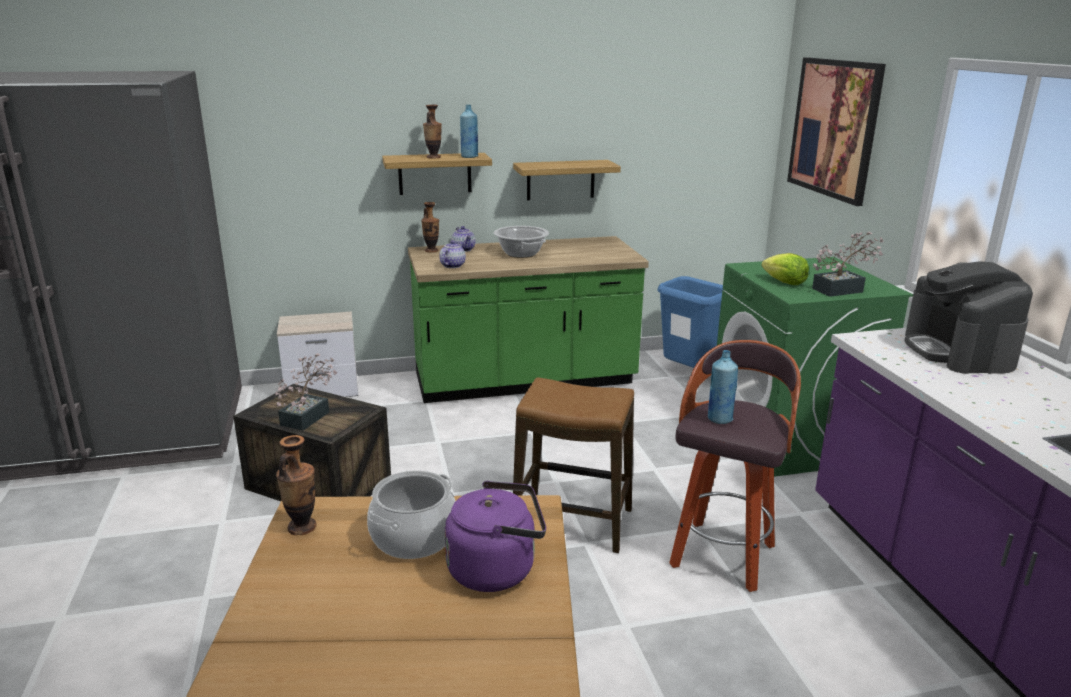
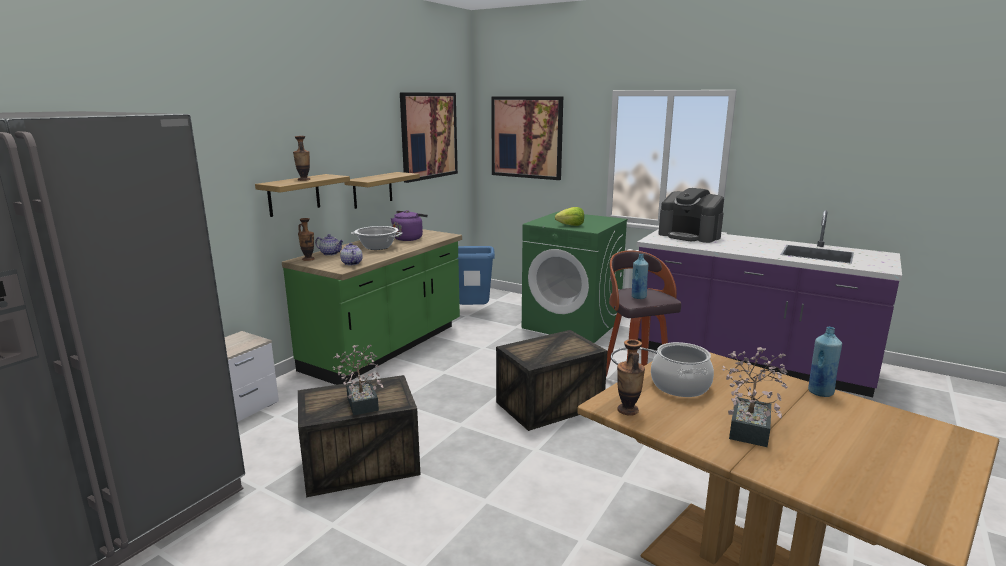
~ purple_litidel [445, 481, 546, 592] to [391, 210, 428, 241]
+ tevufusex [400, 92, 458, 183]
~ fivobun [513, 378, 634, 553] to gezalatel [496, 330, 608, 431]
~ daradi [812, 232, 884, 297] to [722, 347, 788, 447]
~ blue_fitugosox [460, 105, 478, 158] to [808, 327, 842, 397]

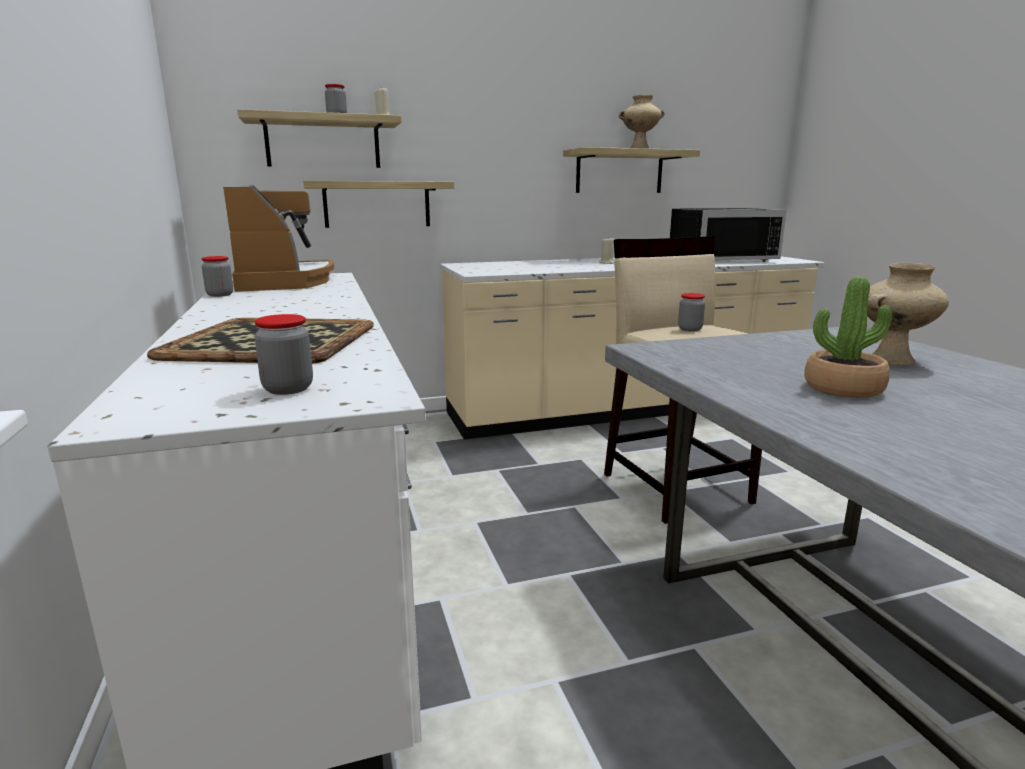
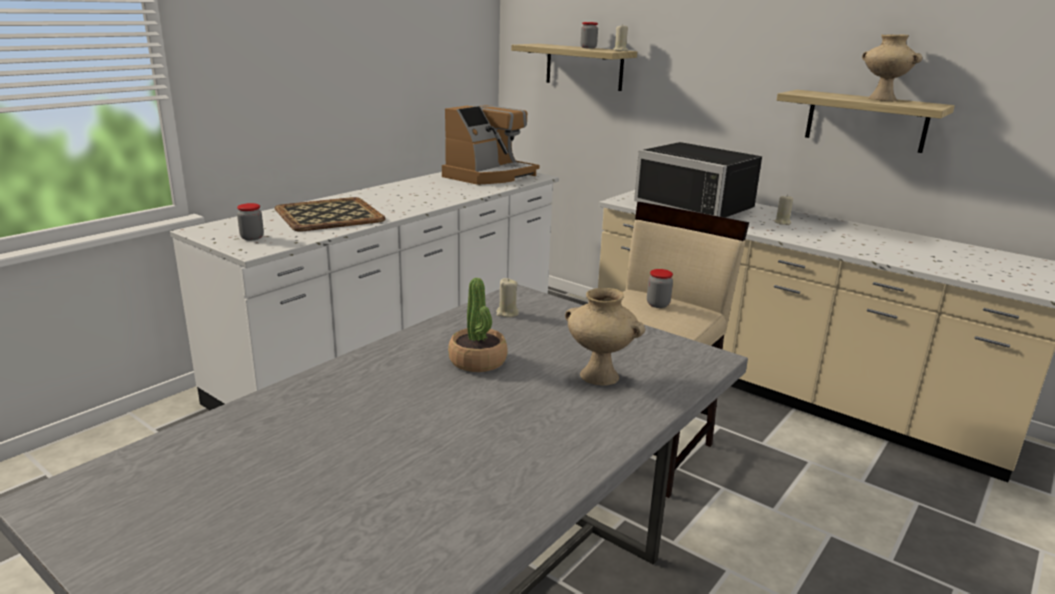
+ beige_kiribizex [496, 278, 519, 318]
~ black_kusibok [670, 208, 787, 262] to [634, 142, 762, 218]
- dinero [201, 256, 233, 297]
- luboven [303, 181, 454, 228]

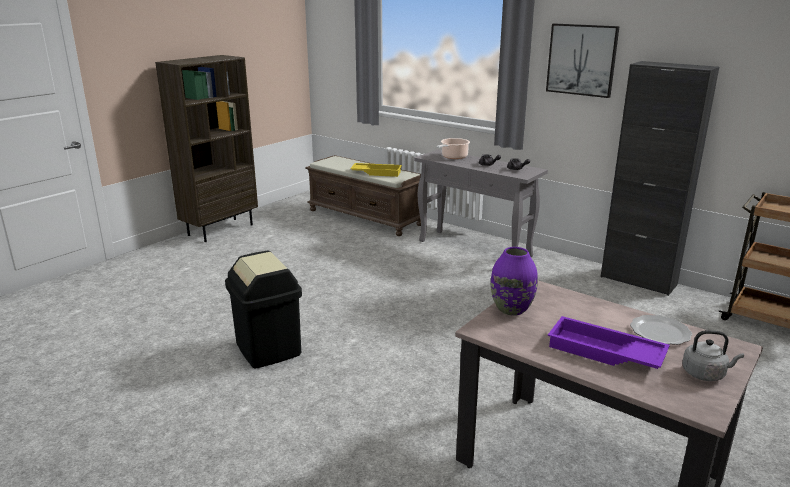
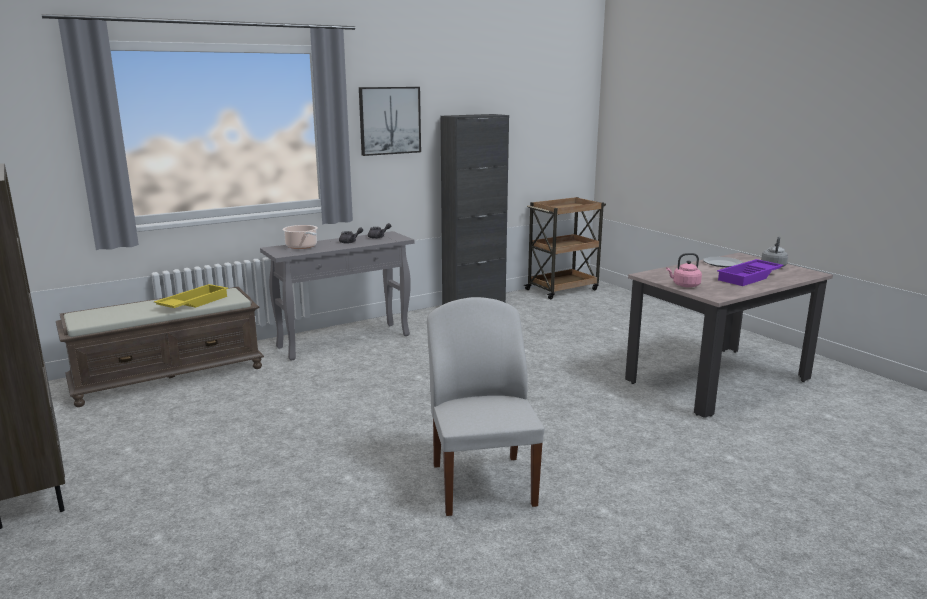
~ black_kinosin [225, 250, 302, 368] to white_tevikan [427, 297, 544, 516]
~ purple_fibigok [491, 247, 538, 316] to pink_litidel [666, 253, 702, 287]

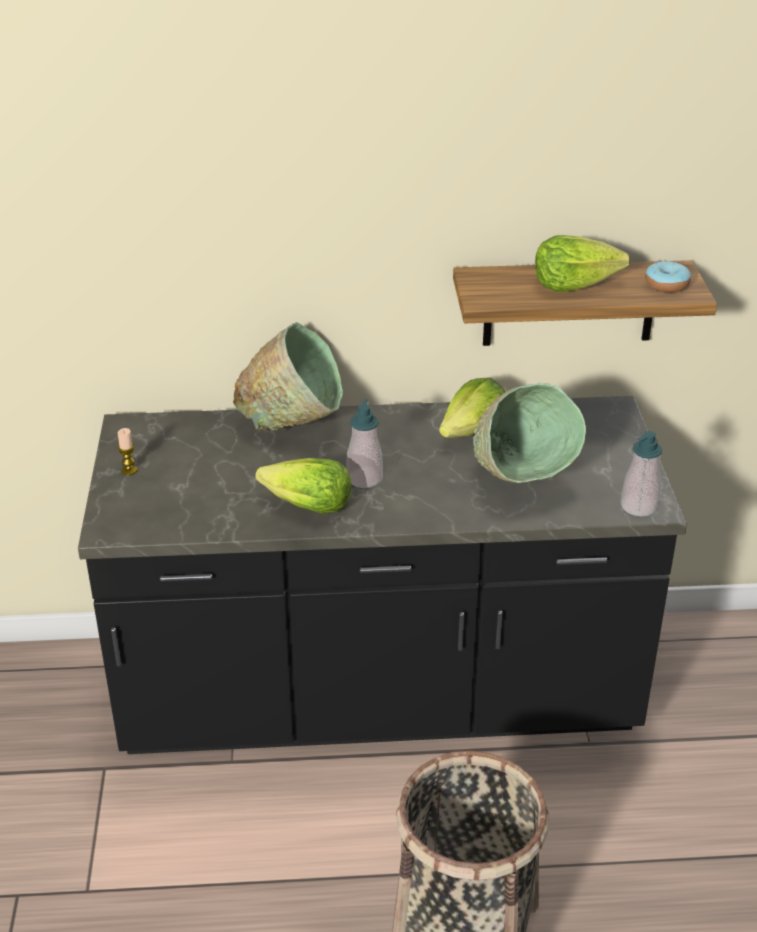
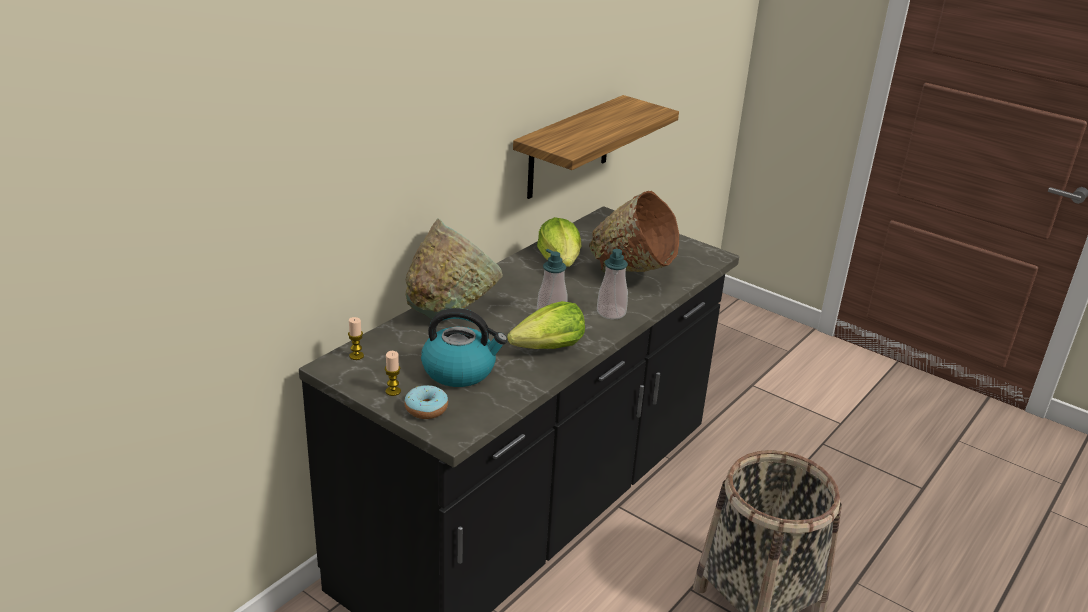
+ kiribizex [348, 317, 364, 360]
~ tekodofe [645, 261, 691, 293] to [404, 385, 448, 419]
+ litidel [421, 308, 507, 387]
~ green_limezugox [473, 383, 586, 483] to brown_limezugox [589, 191, 679, 272]
~ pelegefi [620, 431, 662, 517] to [597, 249, 628, 319]
- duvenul [535, 235, 630, 292]

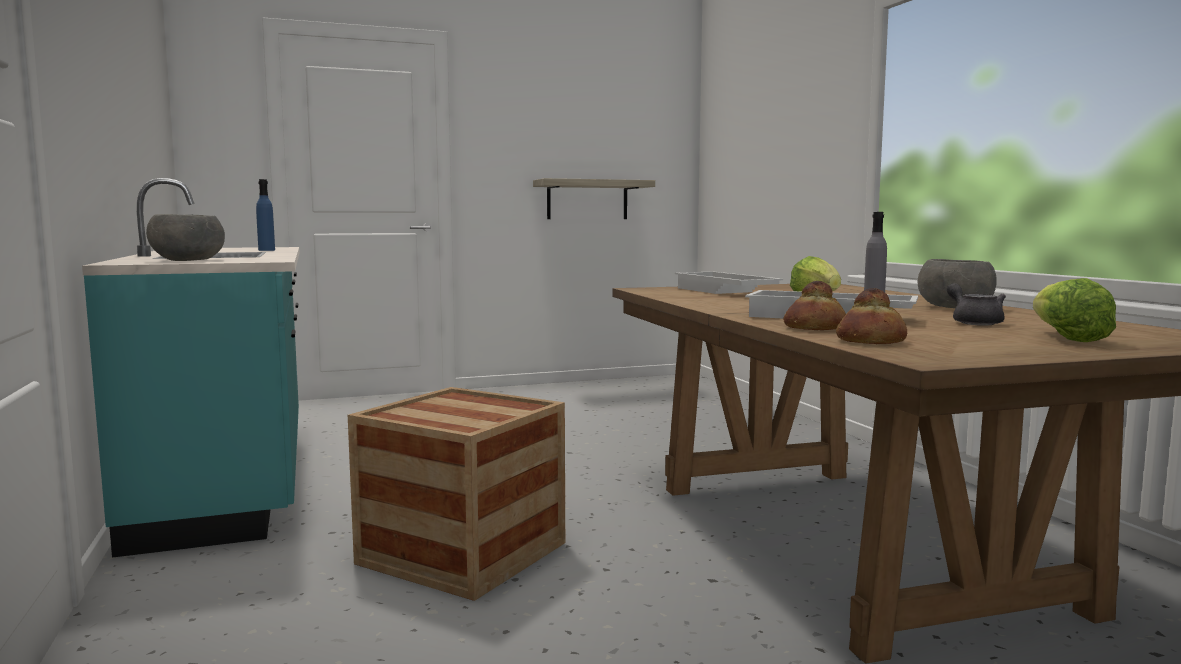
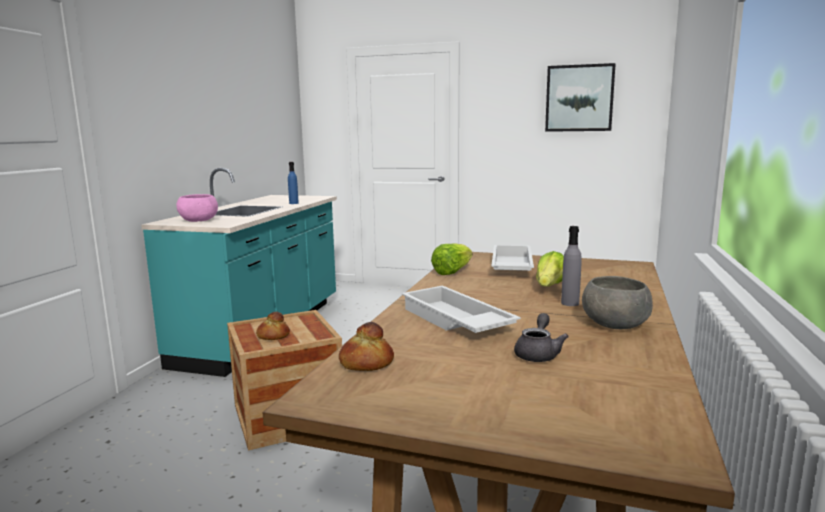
~ grey_limezugox [146, 214, 225, 261] to pink_limezugox [176, 194, 218, 222]
~ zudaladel [783, 281, 846, 330] to [256, 311, 290, 340]
~ duvenul [1033, 278, 1116, 342] to [431, 243, 473, 275]
+ tevufusex [545, 63, 616, 132]
- luboven [533, 178, 655, 219]

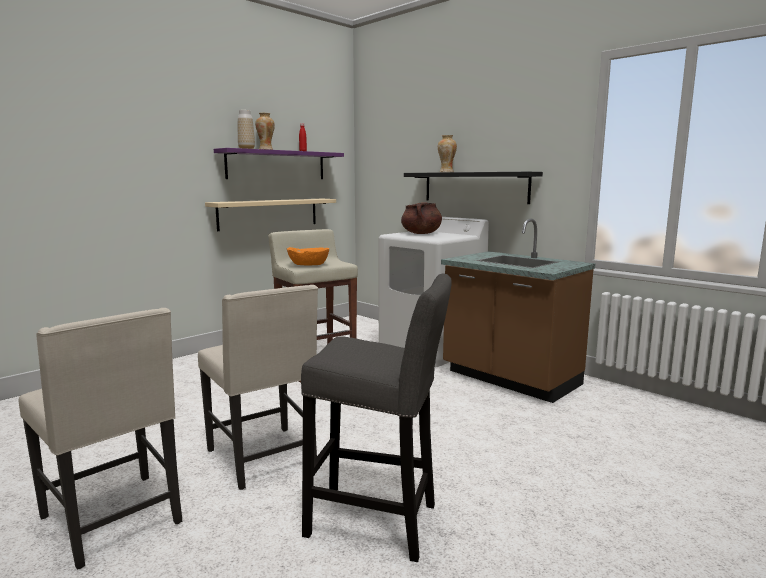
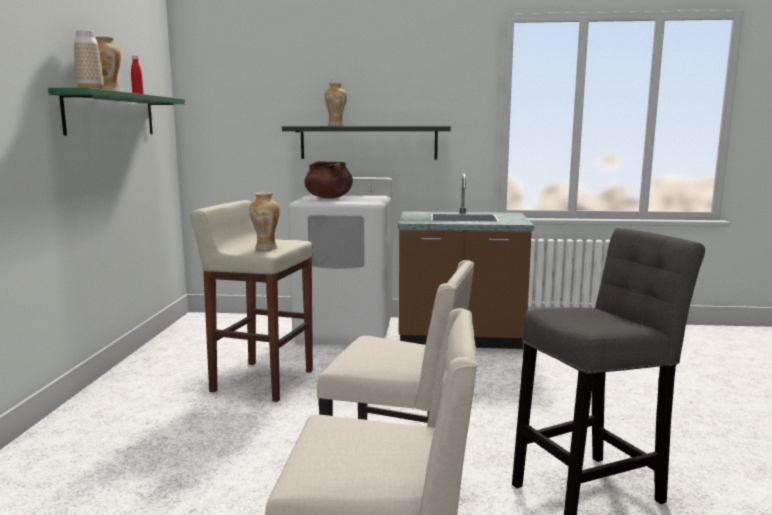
~ purple_luboven [214, 148, 344, 179] to green_luboven [48, 87, 185, 135]
~ orange_limezugox [287, 247, 329, 266] to fibigok [250, 192, 280, 250]
- beige_luboven [205, 199, 336, 231]

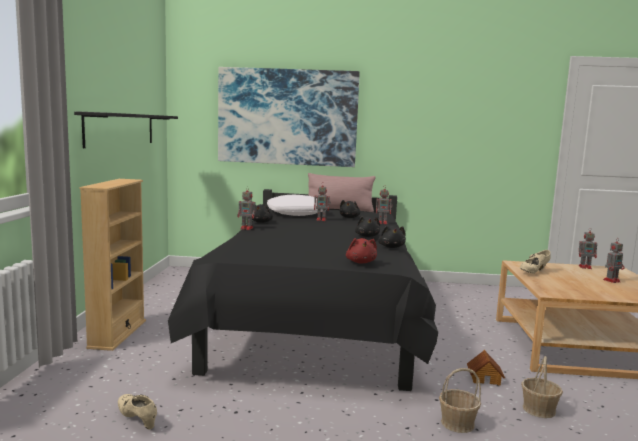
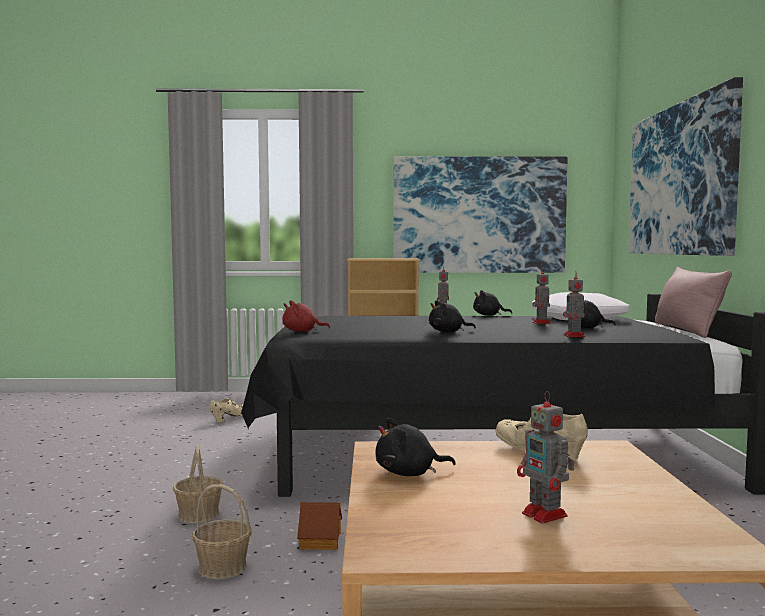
~ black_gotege [378, 226, 406, 248] to [375, 418, 456, 476]
~ black_luboven [74, 111, 178, 148] to tevufusex [393, 156, 567, 273]
- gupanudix [579, 228, 597, 269]

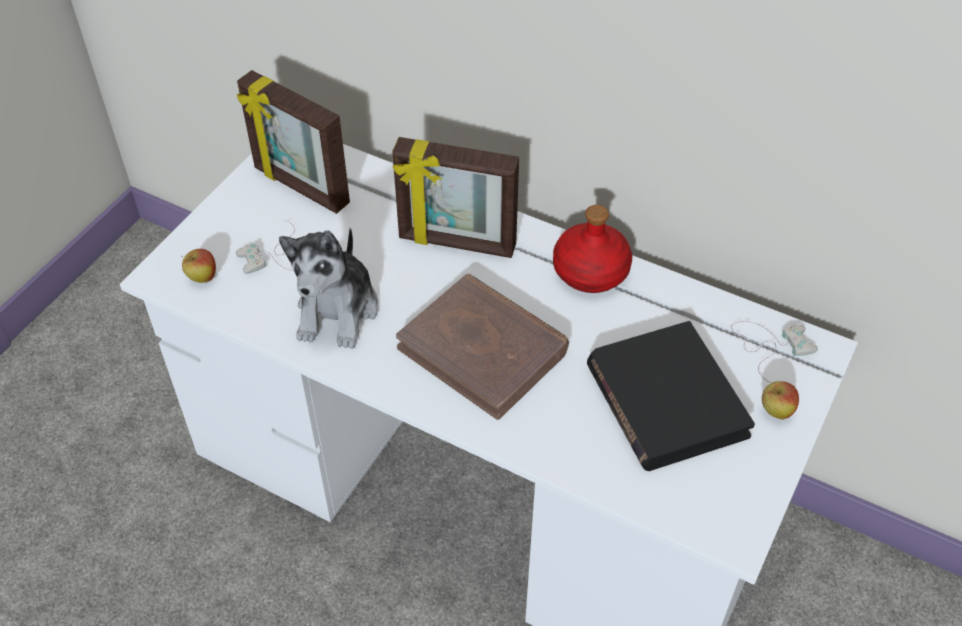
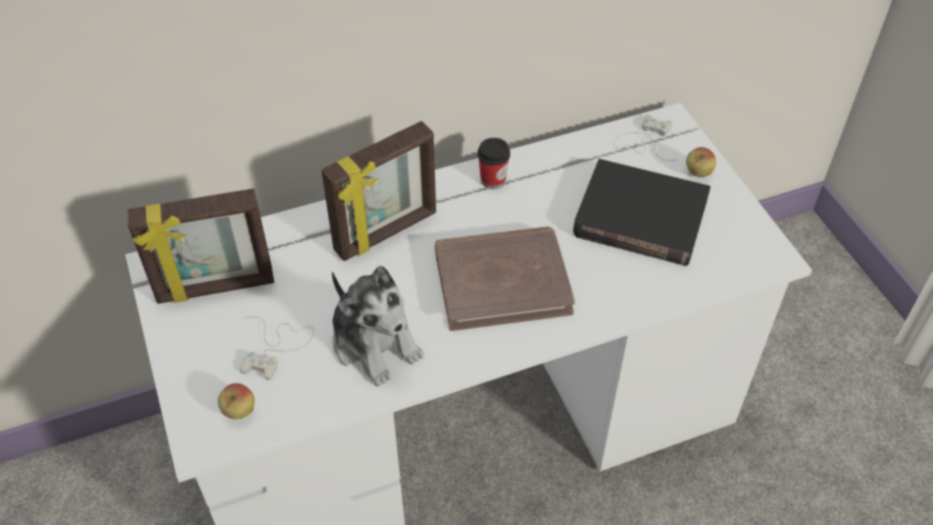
~ red_fitugosox [553, 205, 632, 293] to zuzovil [477, 138, 510, 189]

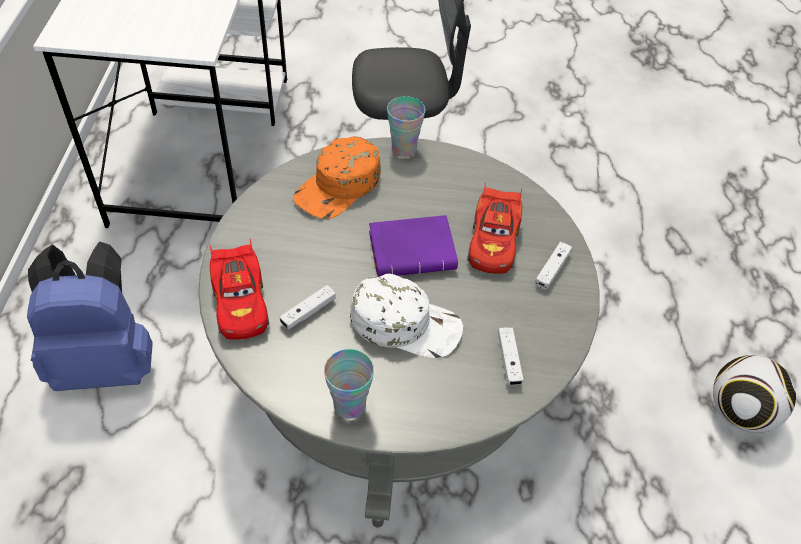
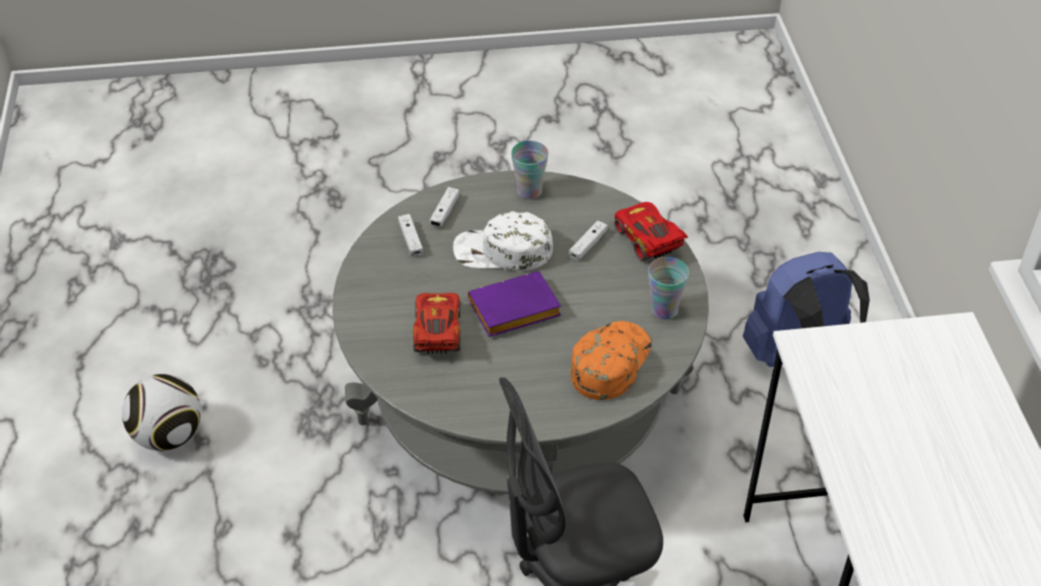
~ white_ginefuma [535, 242, 572, 290] to [430, 187, 459, 227]
~ zuzovil [387, 96, 425, 157] to [648, 257, 689, 320]

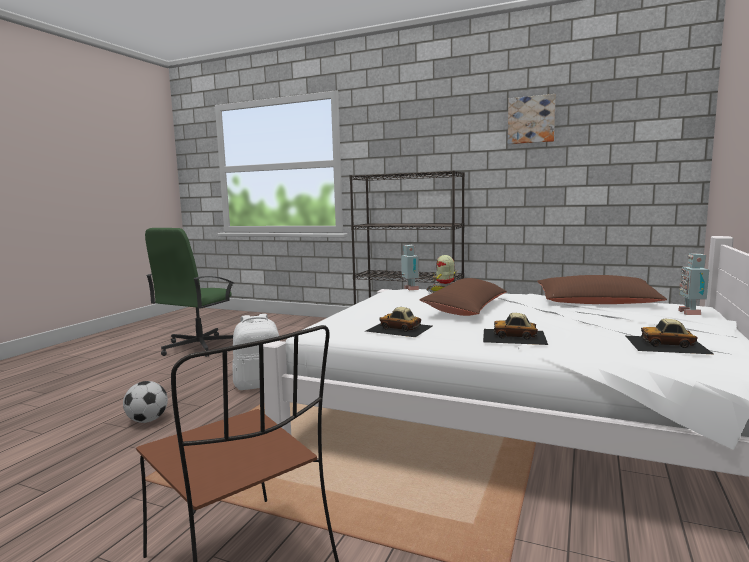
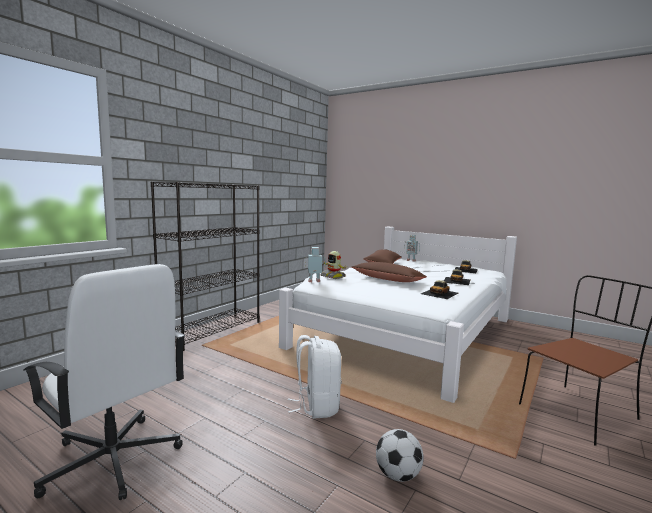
~ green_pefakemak [145, 228, 234, 357] to white_pefakemak [24, 264, 185, 500]
- tevufusex [508, 94, 556, 144]

